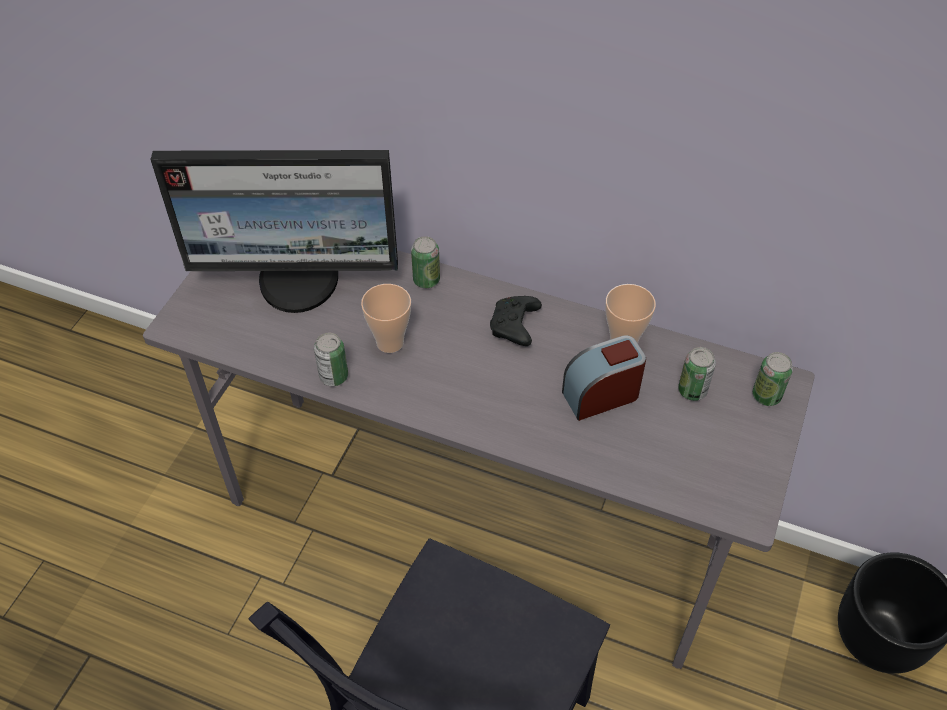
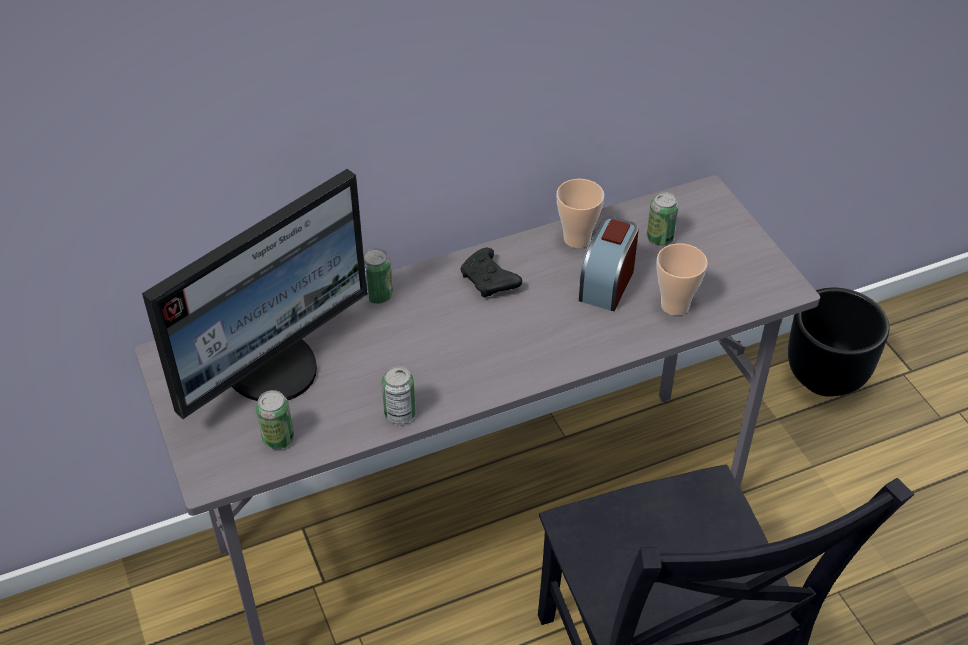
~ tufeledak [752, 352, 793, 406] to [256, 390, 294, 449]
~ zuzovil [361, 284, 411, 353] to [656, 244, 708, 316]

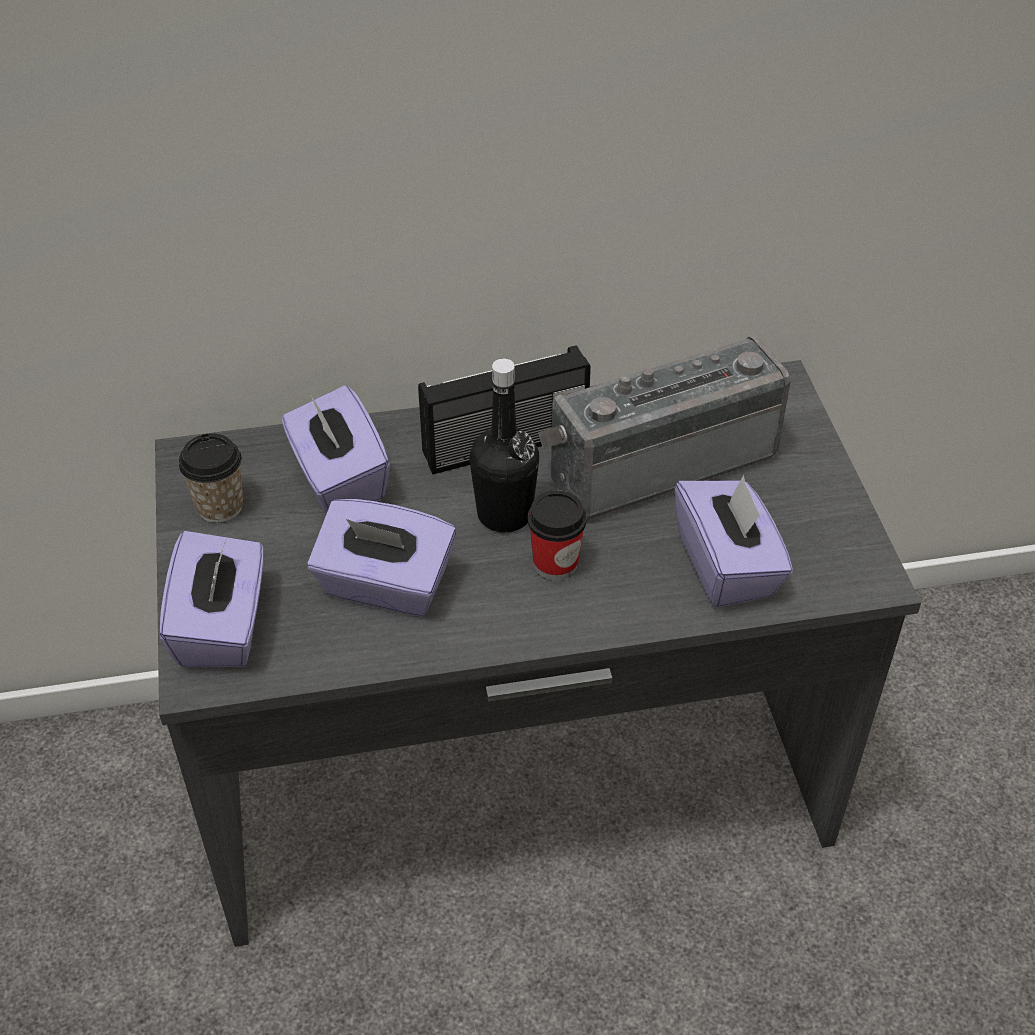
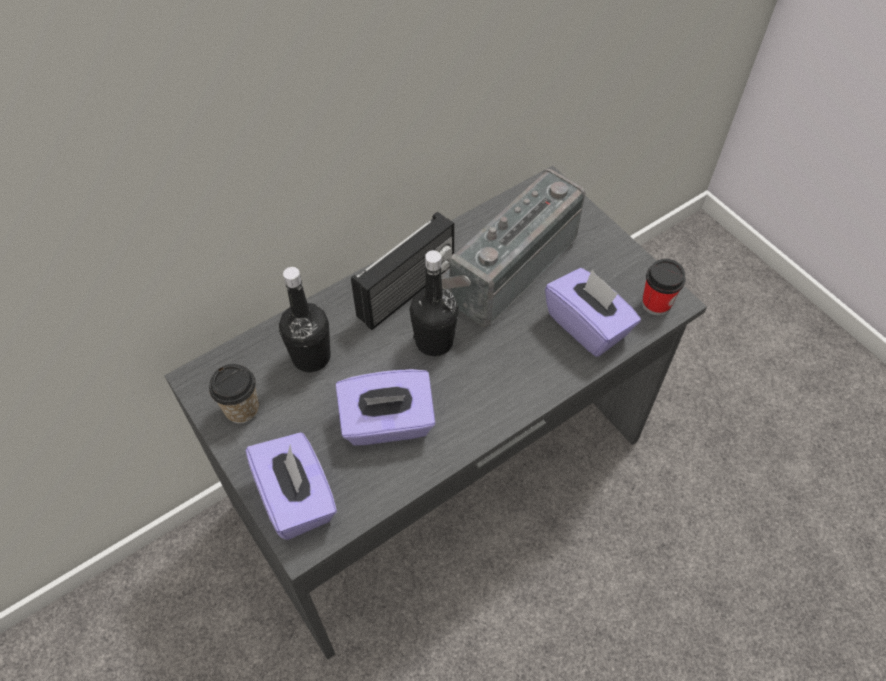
~ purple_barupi [282, 385, 390, 514] to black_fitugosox [279, 267, 331, 372]
~ zuzovil [528, 490, 587, 581] to [642, 259, 686, 316]

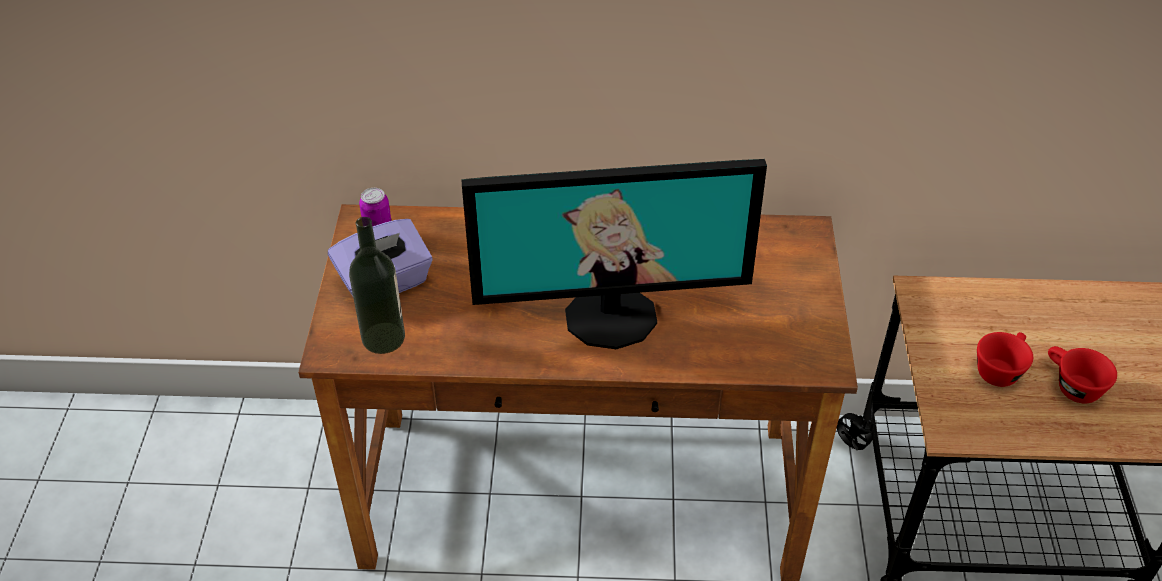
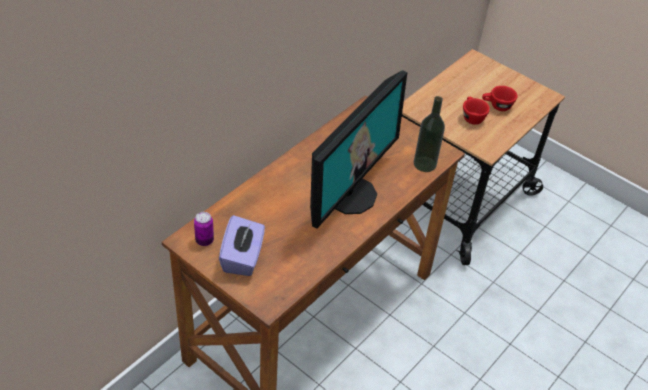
~ fitugosox [349, 217, 405, 354] to [414, 96, 445, 172]

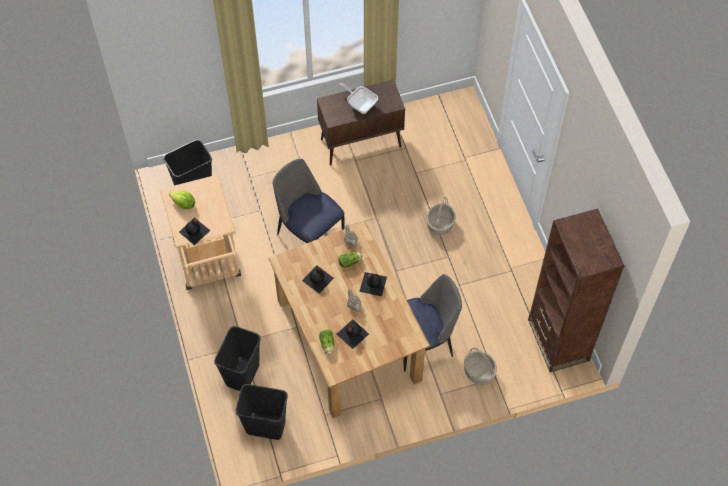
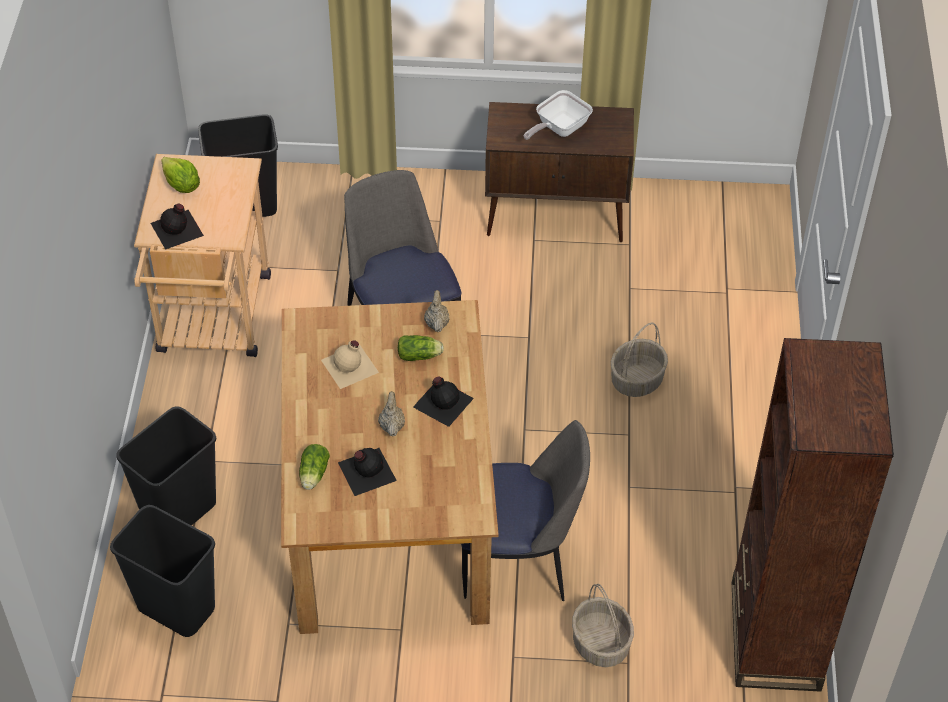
~ black_fitugosox [302, 266, 334, 293] to beige_fitugosox [321, 340, 379, 389]
~ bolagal [338, 82, 378, 114] = [524, 90, 593, 140] 105 degrees counterclockwise

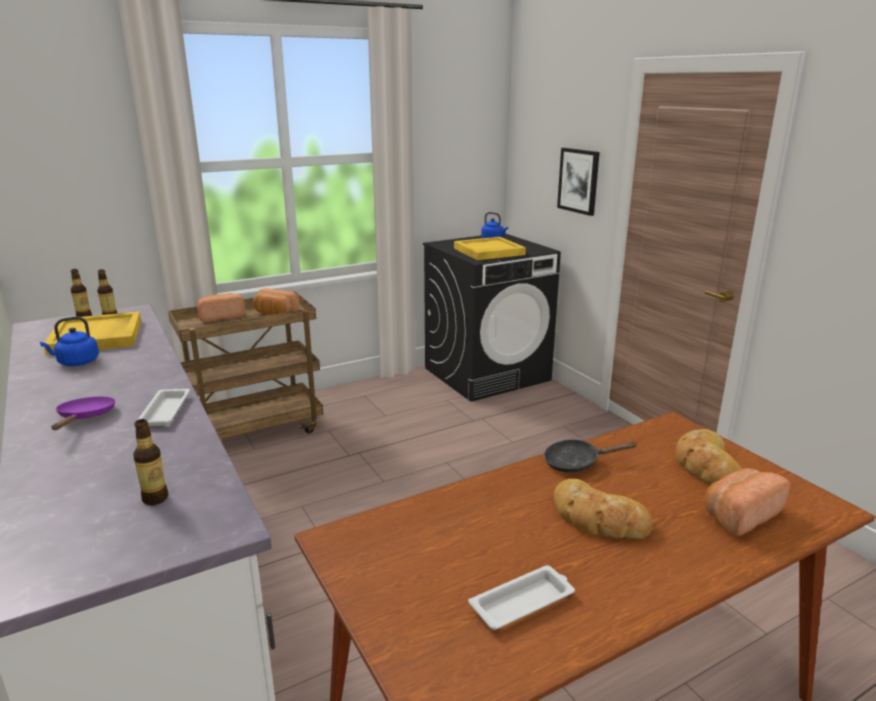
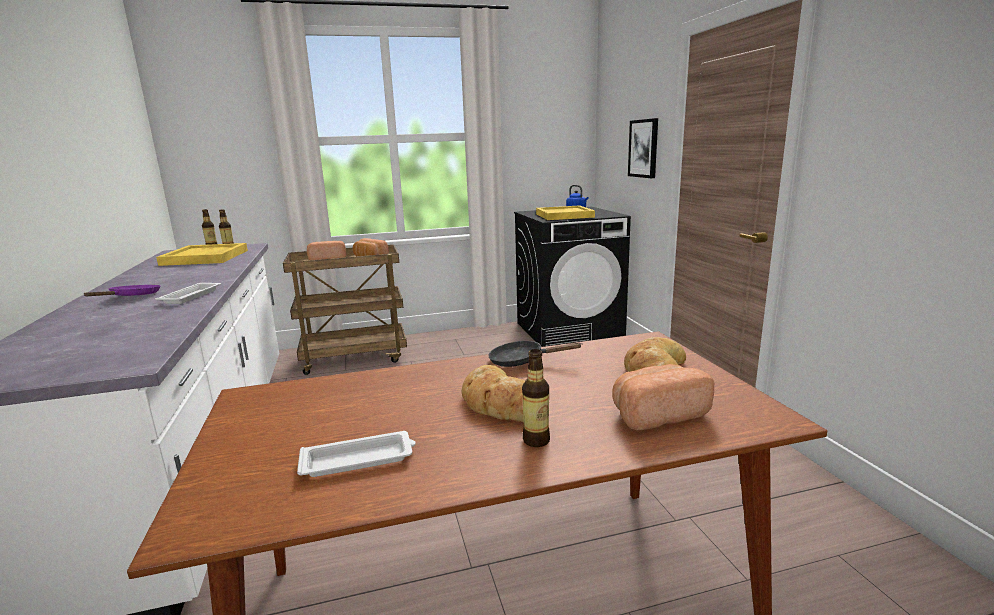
~ fitugosox [133, 419, 168, 505] to [522, 349, 550, 447]
- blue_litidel [40, 317, 99, 366]

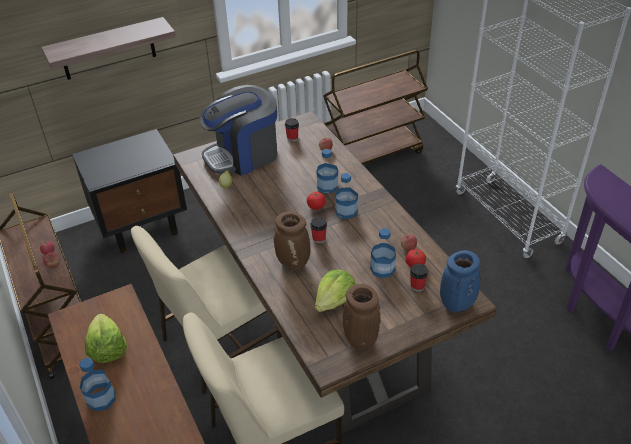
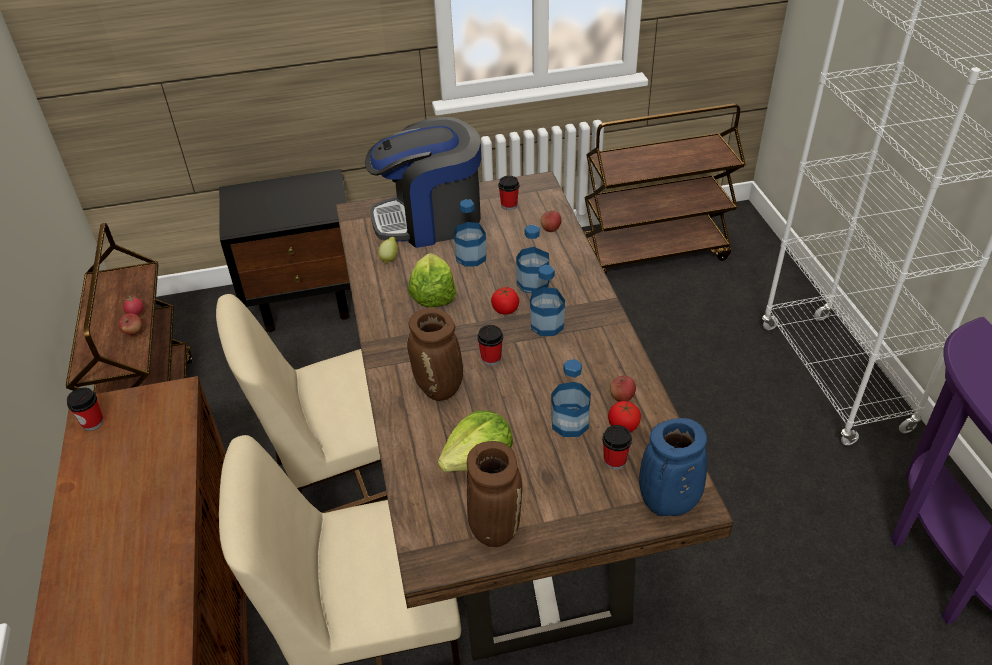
+ zuzovil [67, 387, 104, 431]
~ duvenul [85, 314, 127, 363] to [408, 253, 456, 308]
~ fitugosox [80, 358, 116, 411] to [454, 199, 486, 267]
- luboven [41, 17, 176, 80]

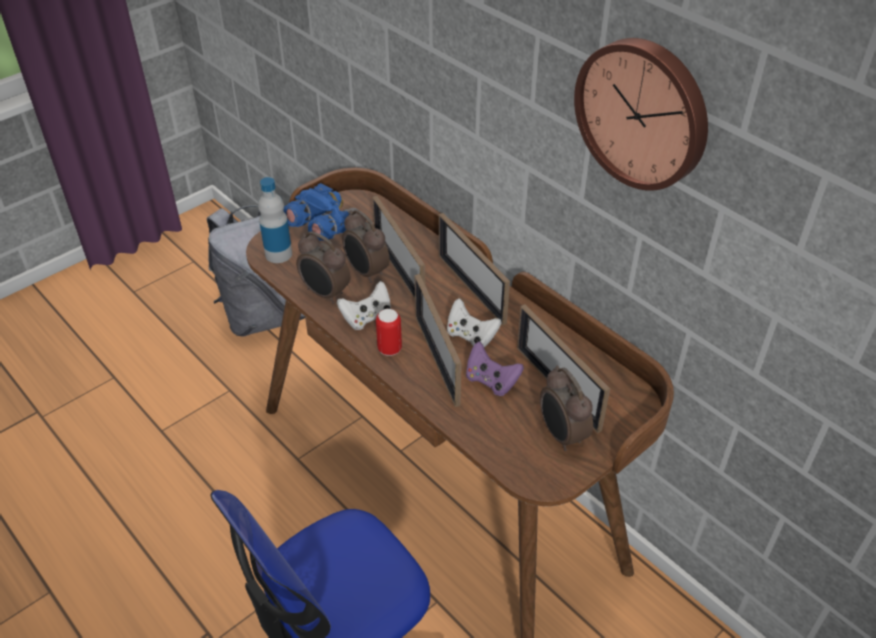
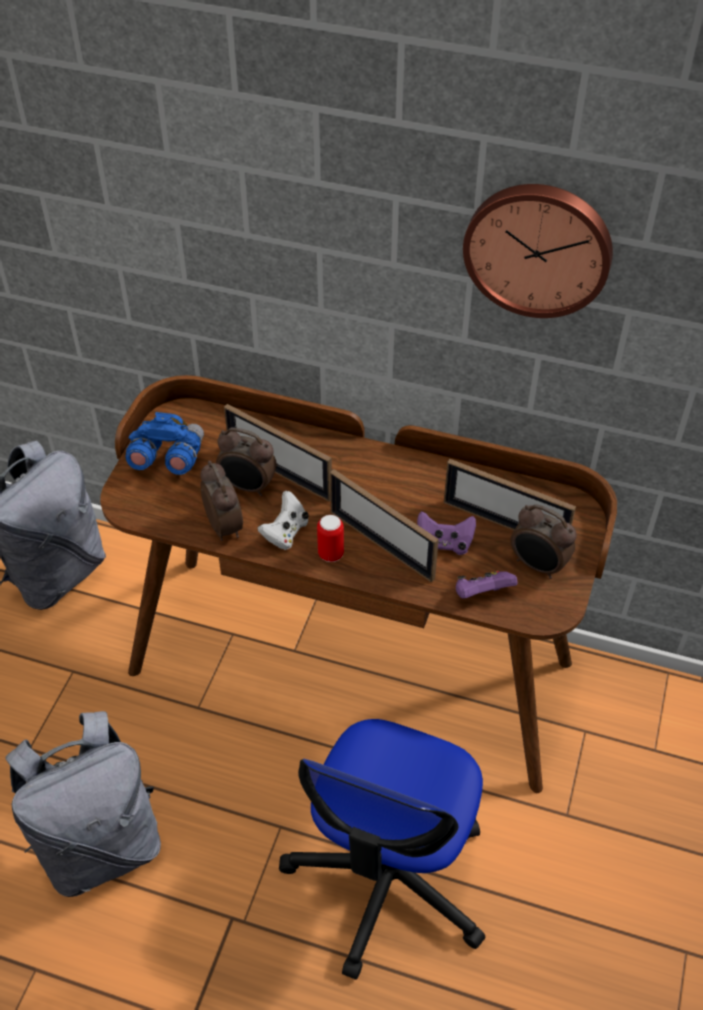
+ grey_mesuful [6, 711, 161, 897]
~ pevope [296, 231, 350, 304] = [200, 460, 243, 541] 120 degrees counterclockwise
+ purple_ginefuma [456, 571, 517, 598]
- fitugosox [258, 177, 292, 263]
- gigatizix [439, 213, 510, 325]
- white_ginefuma [447, 298, 502, 347]

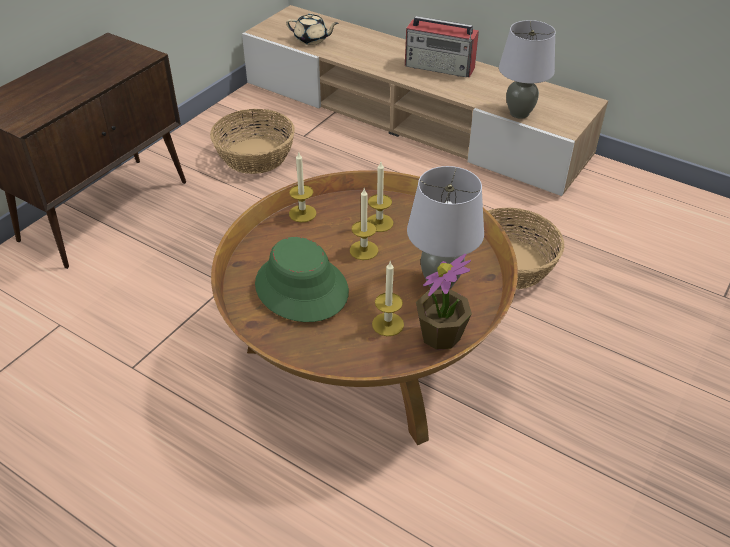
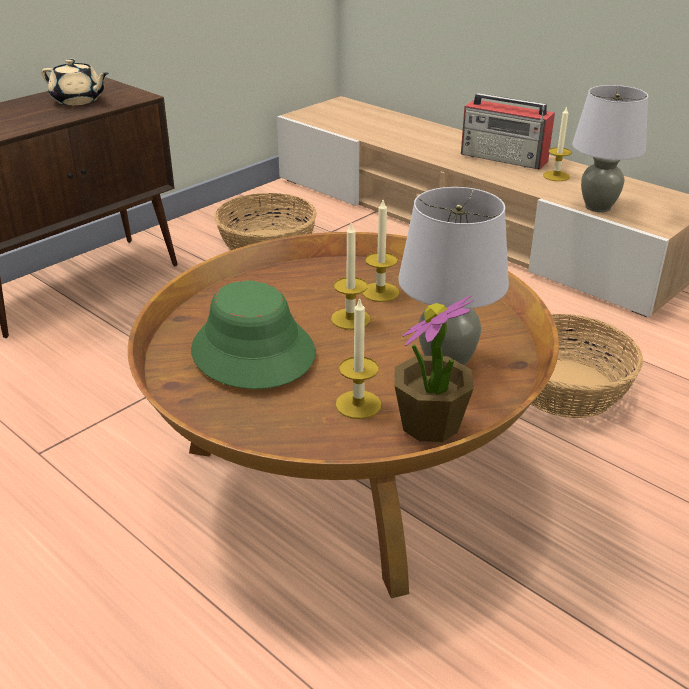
~ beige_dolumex [286, 14, 338, 45] to [41, 59, 109, 105]
~ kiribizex [289, 152, 316, 222] to [543, 106, 572, 181]

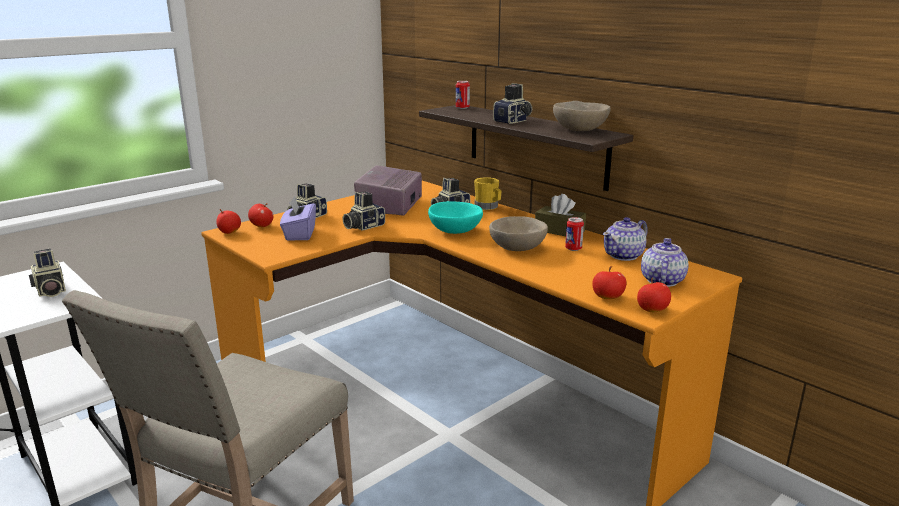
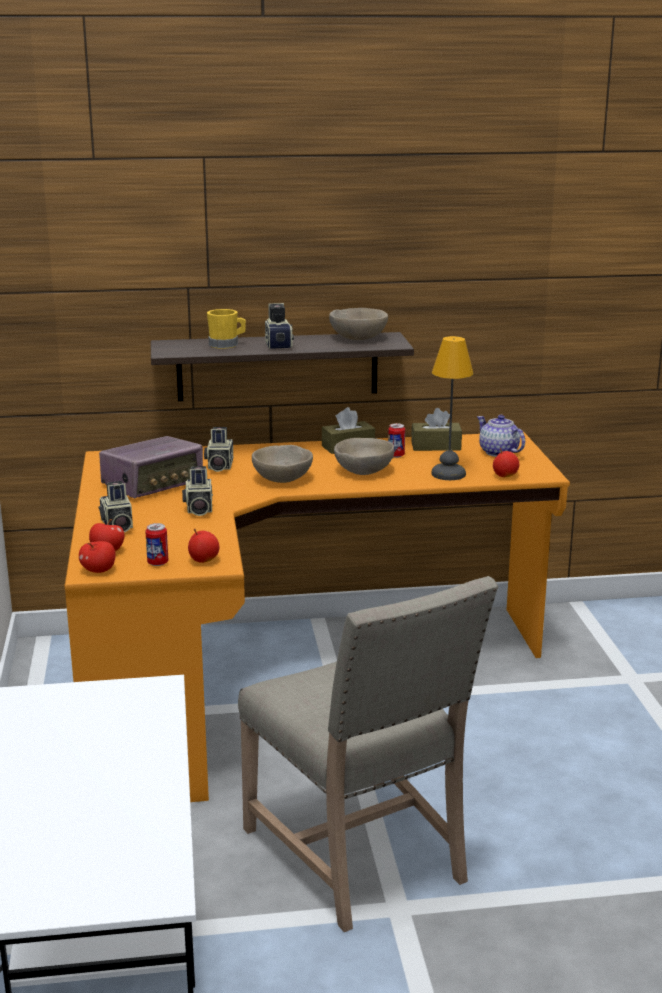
~ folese [354, 165, 422, 215] = [99, 436, 203, 498] 90 degrees counterclockwise
~ tufeledak [456, 81, 470, 109] to [145, 523, 168, 566]
~ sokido [637, 278, 671, 312] to [188, 528, 219, 563]
~ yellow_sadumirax [474, 177, 501, 210] to [207, 309, 246, 349]
~ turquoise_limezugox [428, 201, 483, 234] to beige_limezugox [252, 445, 313, 483]
~ dolumex [603, 217, 648, 261] to brown_barupi [411, 408, 462, 451]
+ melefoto [431, 336, 474, 480]
- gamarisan [29, 249, 66, 297]
- purple_barupi [280, 196, 316, 241]

